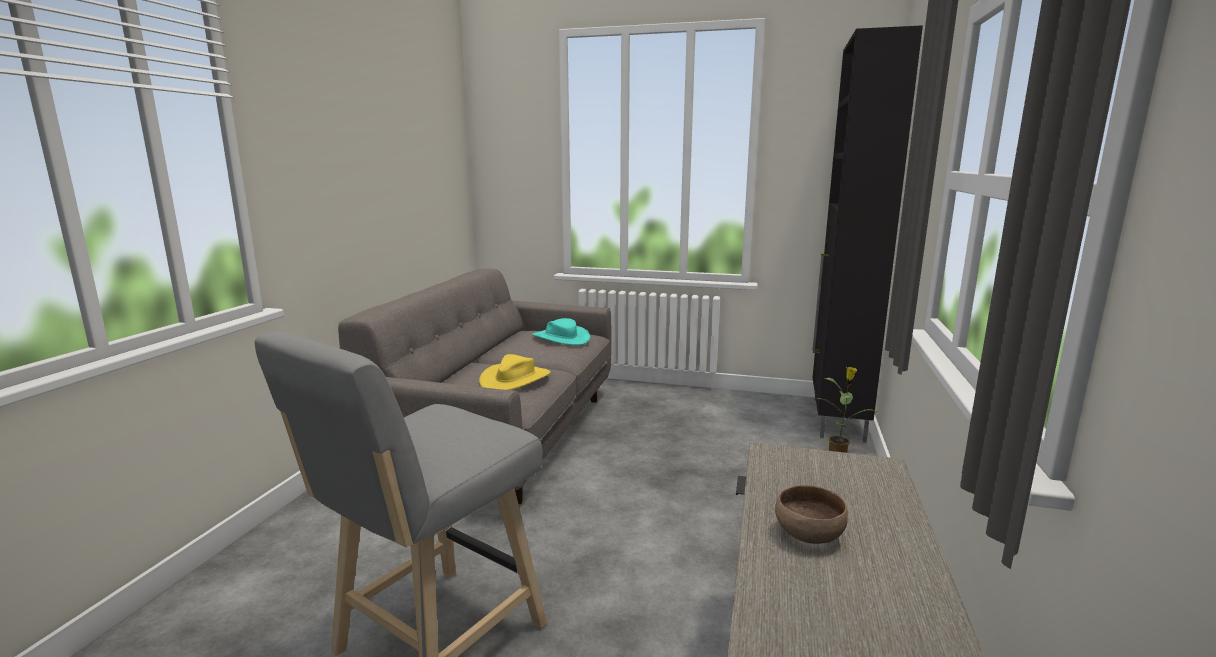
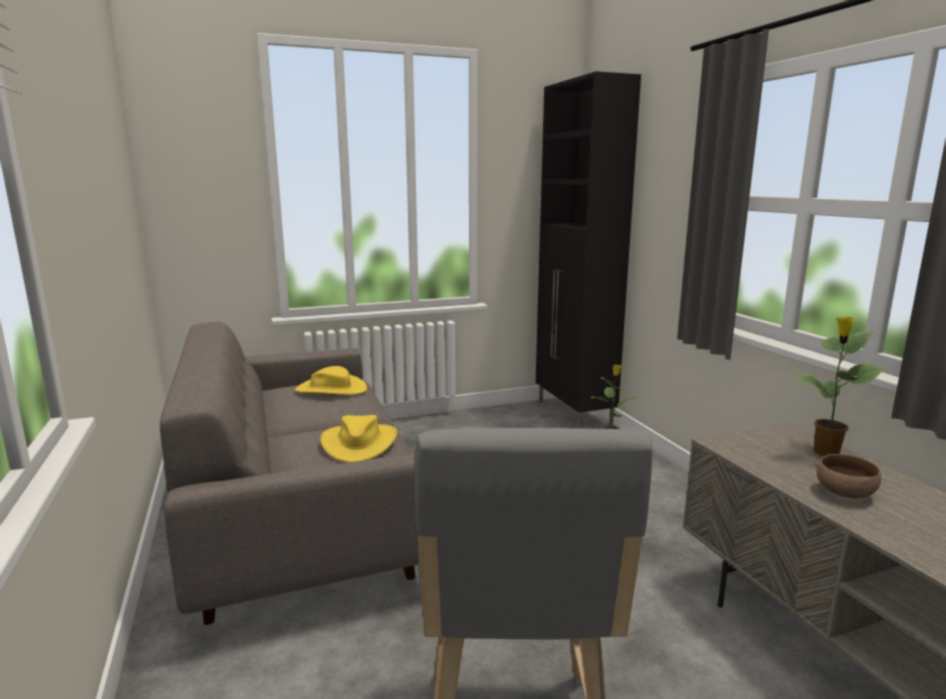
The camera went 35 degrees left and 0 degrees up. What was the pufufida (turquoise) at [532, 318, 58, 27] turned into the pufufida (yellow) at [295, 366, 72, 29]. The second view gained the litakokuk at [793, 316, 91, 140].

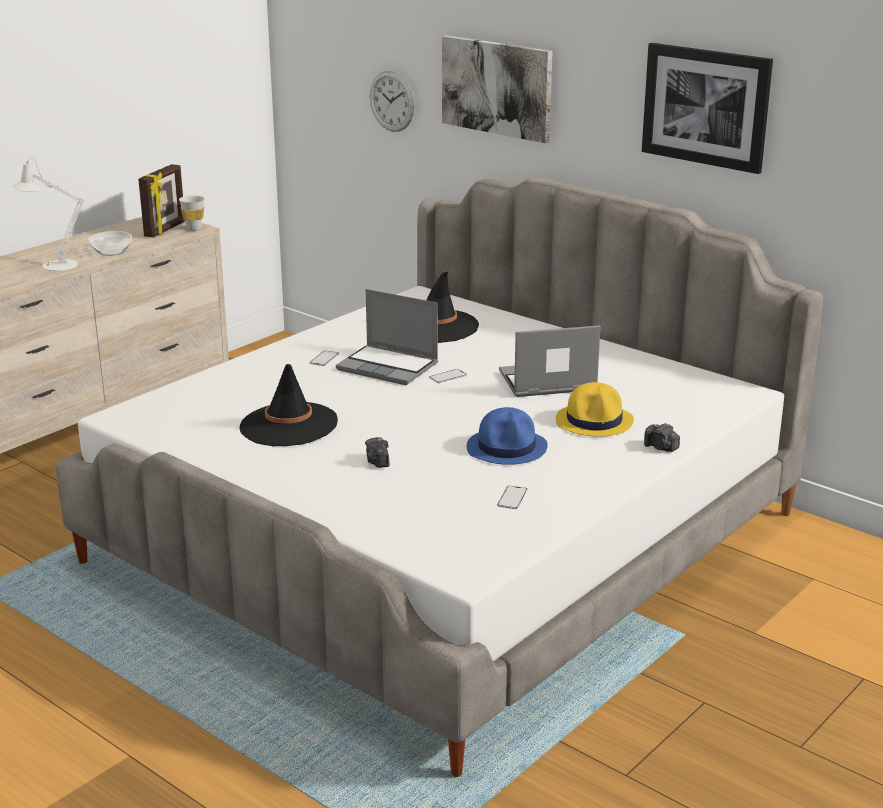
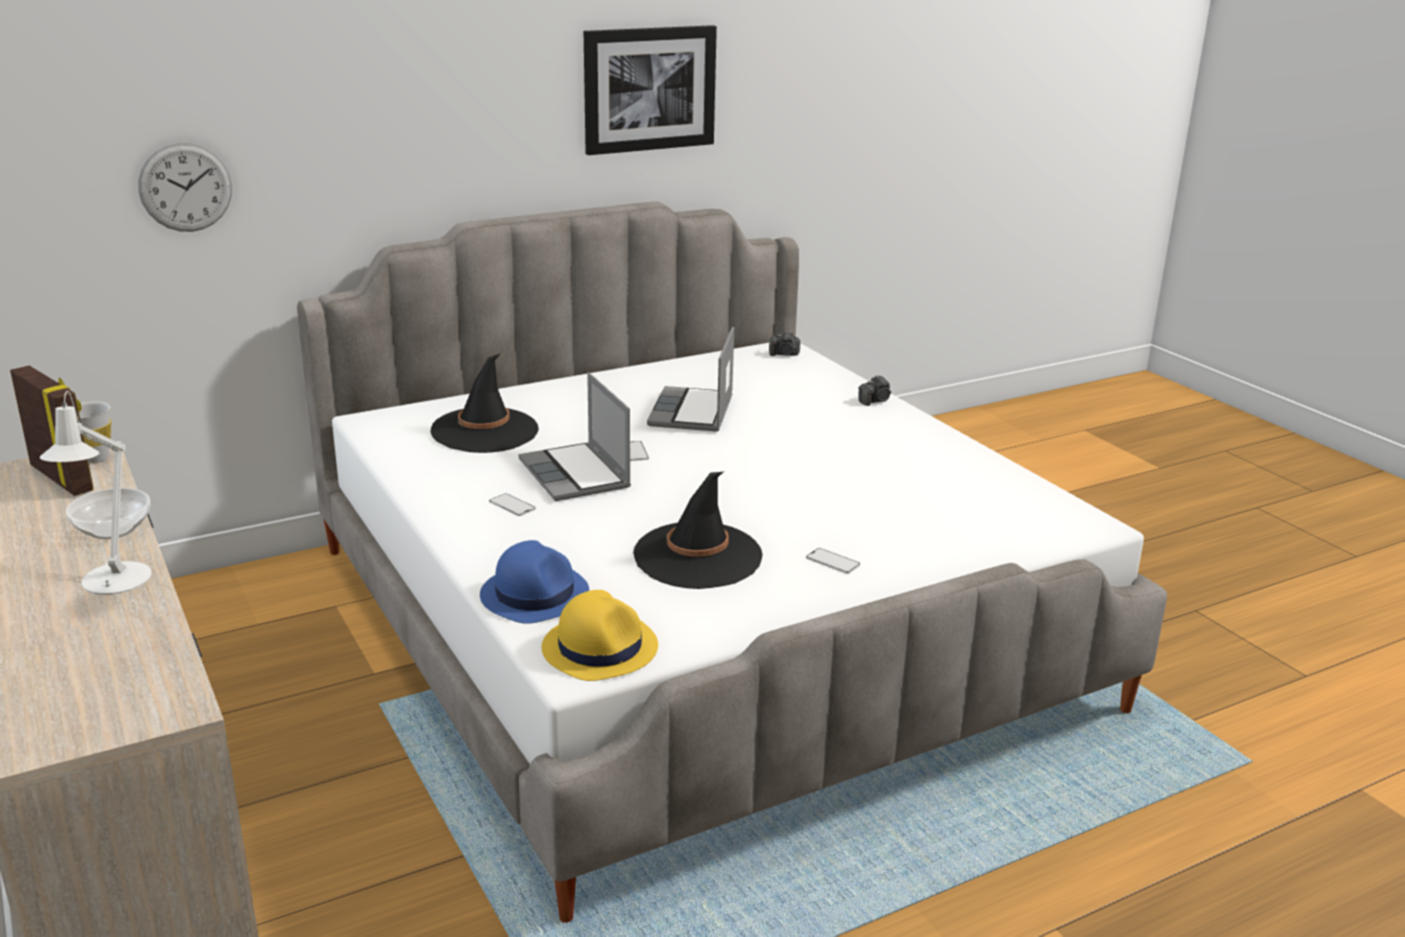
The camera went 70 degrees left and 0 degrees up. The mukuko at [336, 289, 102, 96] ended up facing another way, 105 degrees clockwise from before. The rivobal ended up elsewhere, having gone from [365, 437, 24, 31] to [769, 331, 31, 25]. The second view lost the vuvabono at [442, 35, 111, 108]. The pufufida (blue) ended up elsewhere, having gone from [467, 407, 81, 58] to [480, 540, 109, 84]. The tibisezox ended up elsewhere, having gone from [497, 486, 31, 23] to [806, 548, 54, 26]. The pufufida (yellow) ended up elsewhere, having gone from [556, 382, 78, 55] to [542, 590, 116, 91].

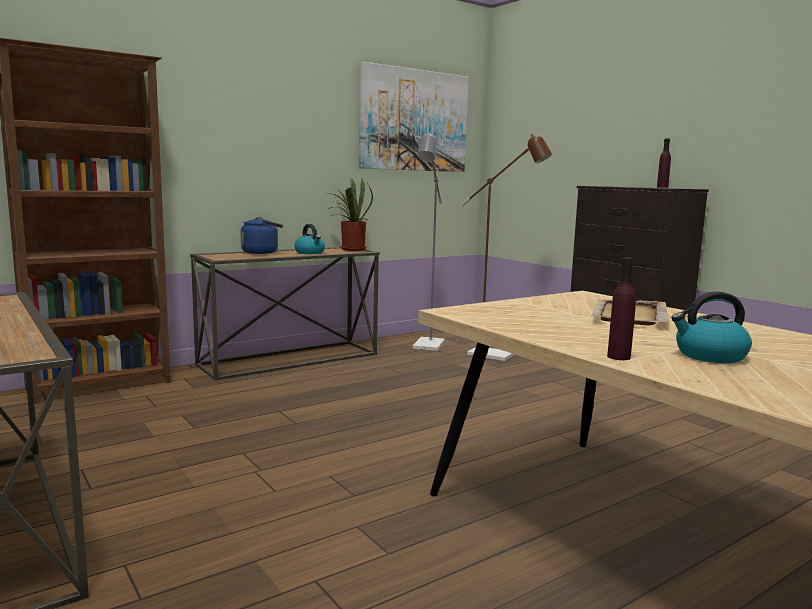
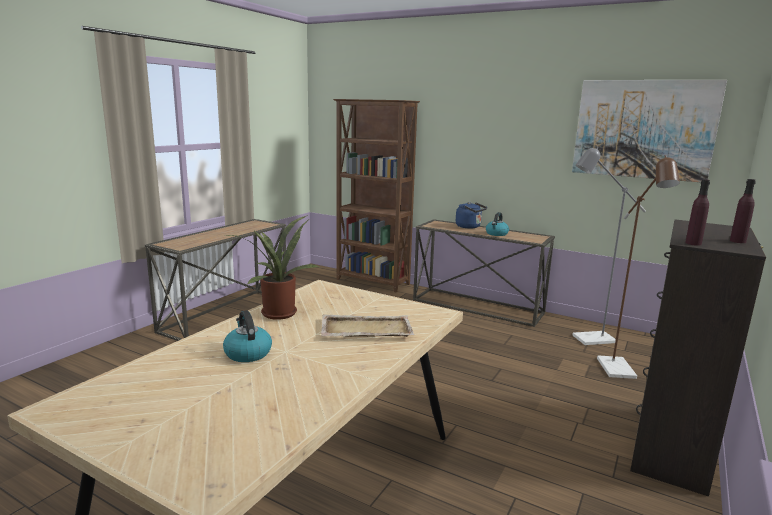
The camera went 65 degrees right and 5 degrees up. The litakokuk ended up elsewhere, having gone from [328, 177, 45, 74] to [224, 215, 97, 105]. The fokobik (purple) ended up elsewhere, having gone from [607, 257, 29, 103] to [685, 179, 25, 67].

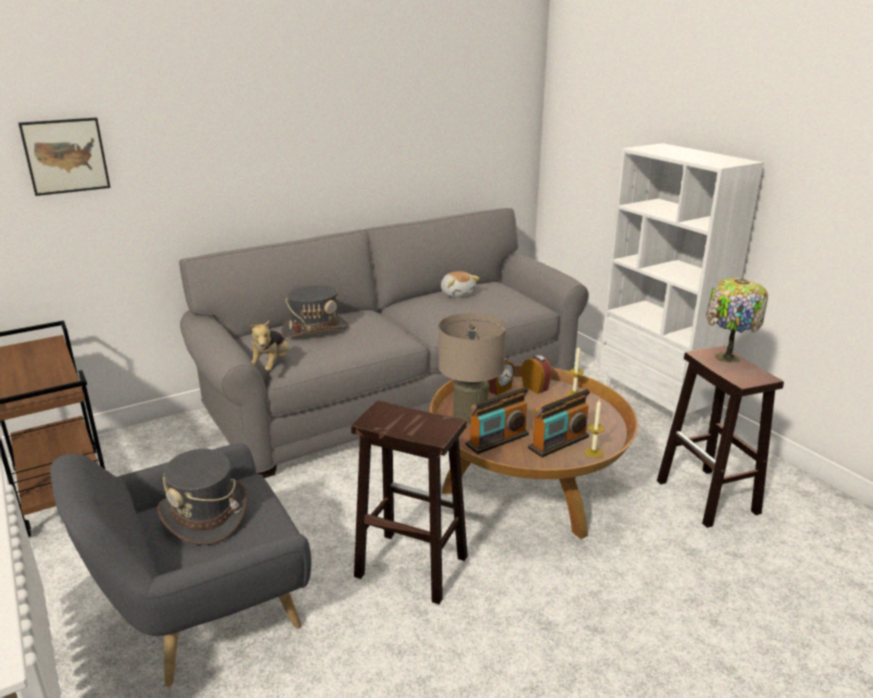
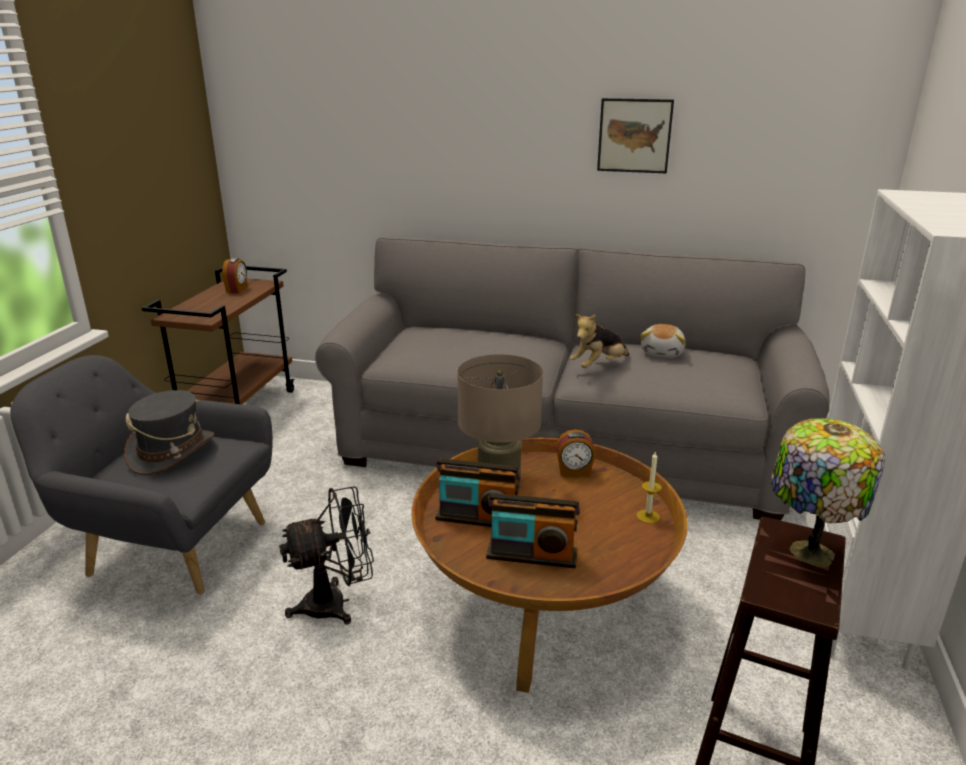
The camera went 45 degrees right and 0 degrees up. The vuvabono ended up elsewhere, having gone from [18, 118, 93, 78] to [597, 98, 77, 75]. The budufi ended up elsewhere, having gone from [250, 320, 39, 51] to [570, 314, 59, 54]. The second view lost the pufufida (grey) at [281, 285, 68, 52]. Where the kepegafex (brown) stood at [351, 400, 117, 204], the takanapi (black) came to stand at [279, 486, 95, 139]. The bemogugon ended up elsewhere, having gone from [522, 355, 30, 39] to [222, 258, 25, 35]. The second view lost the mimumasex at [584, 400, 21, 58].

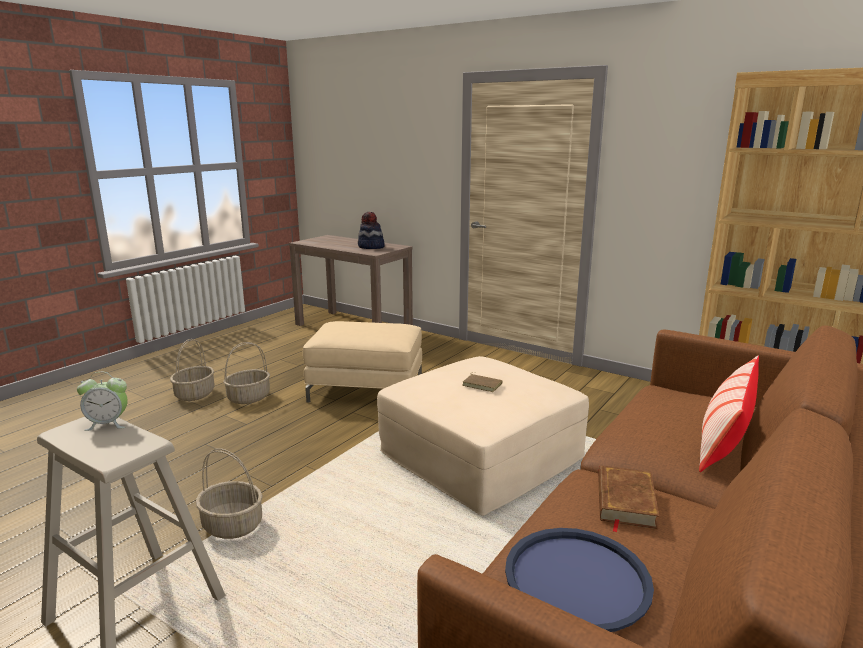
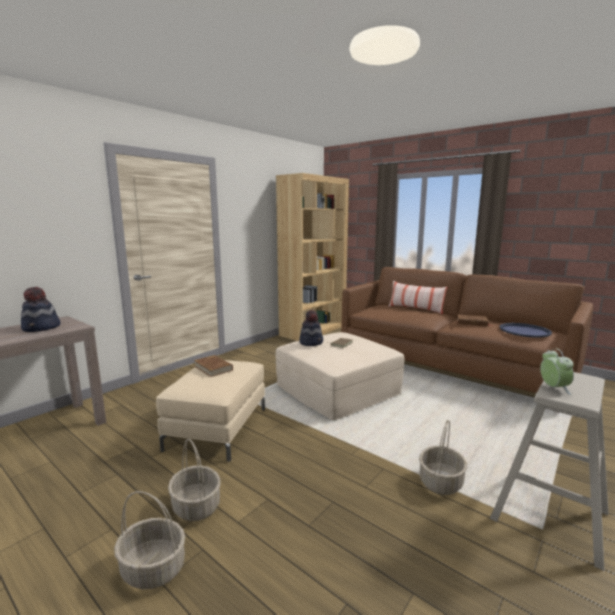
The camera went 85 degrees left and 5 degrees down. The second view gained the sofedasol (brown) at [194, 355, 39, 22]. The second view gained the pufufida at [299, 310, 24, 36].

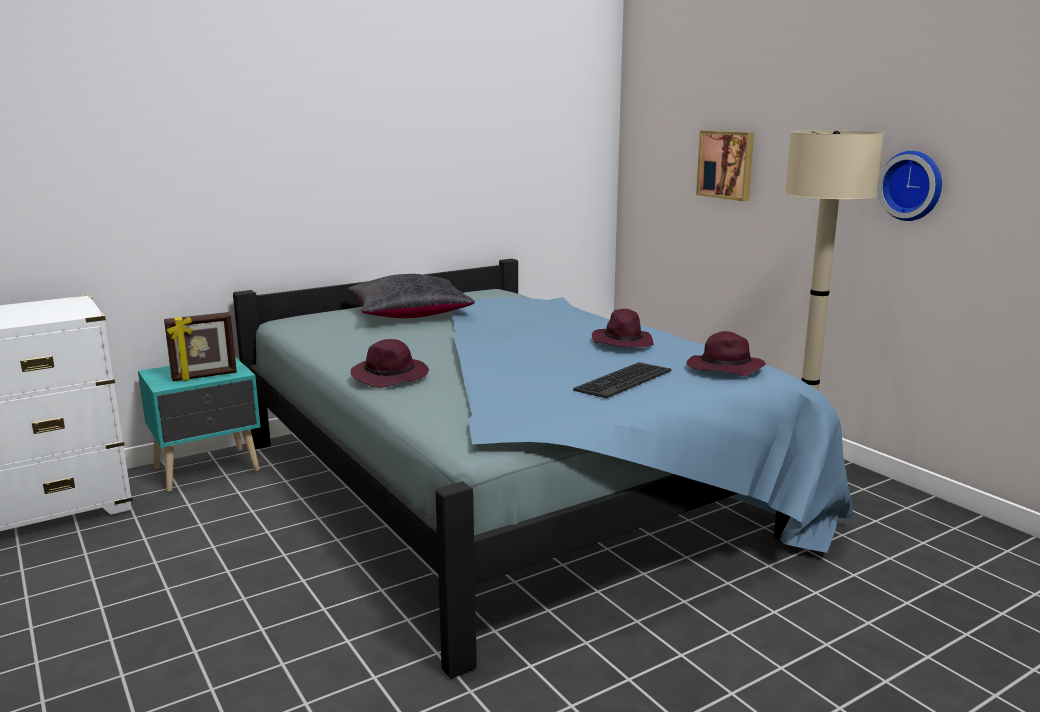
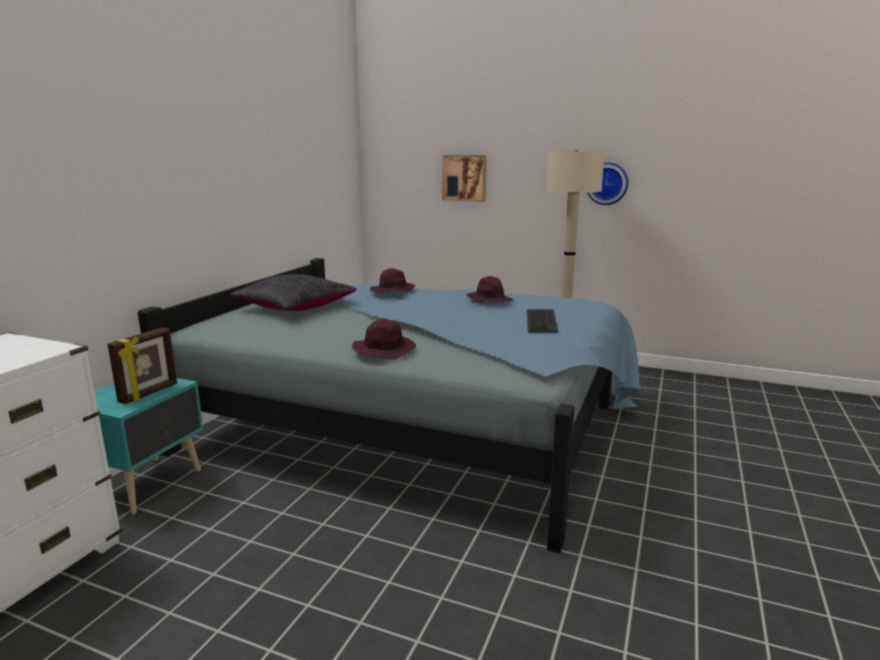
The camera went 35 degrees left and 0 degrees up. The pufufida (purple) ended up elsewhere, having gone from [687, 331, 79, 45] to [370, 269, 45, 24].

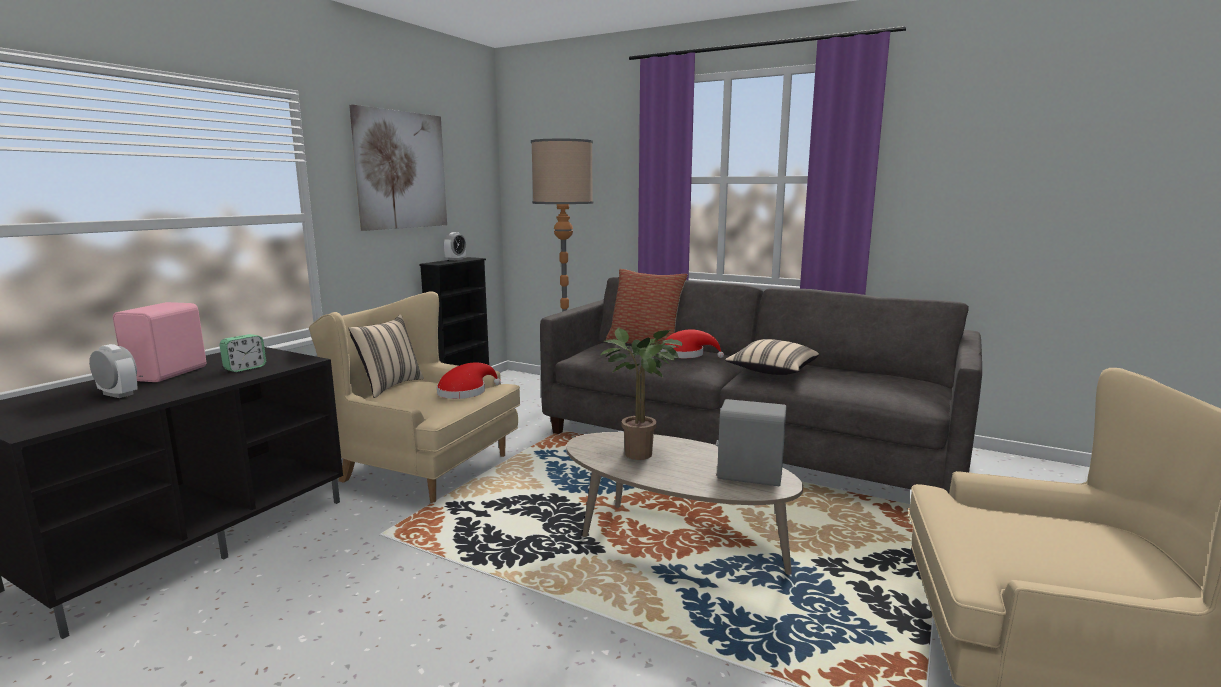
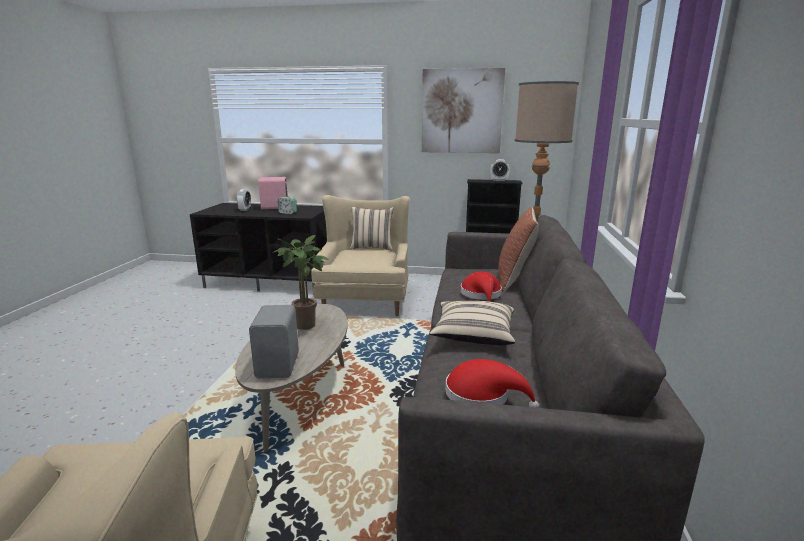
The camera went 70 degrees right and 5 degrees up. The pufufida (red) ended up elsewhere, having gone from [437, 362, 64, 37] to [445, 359, 94, 49].

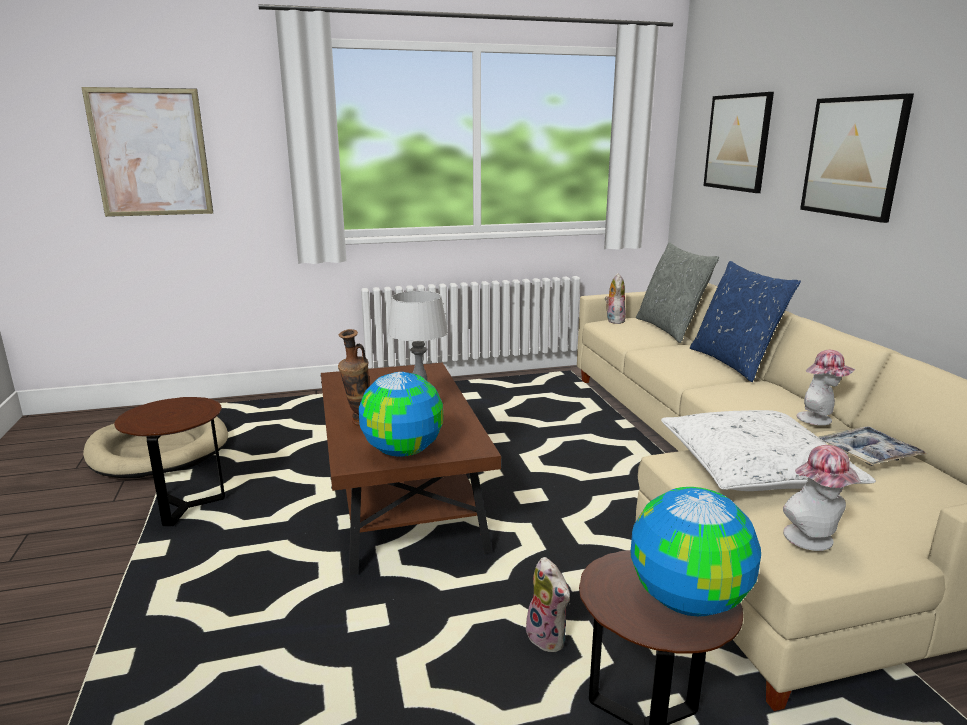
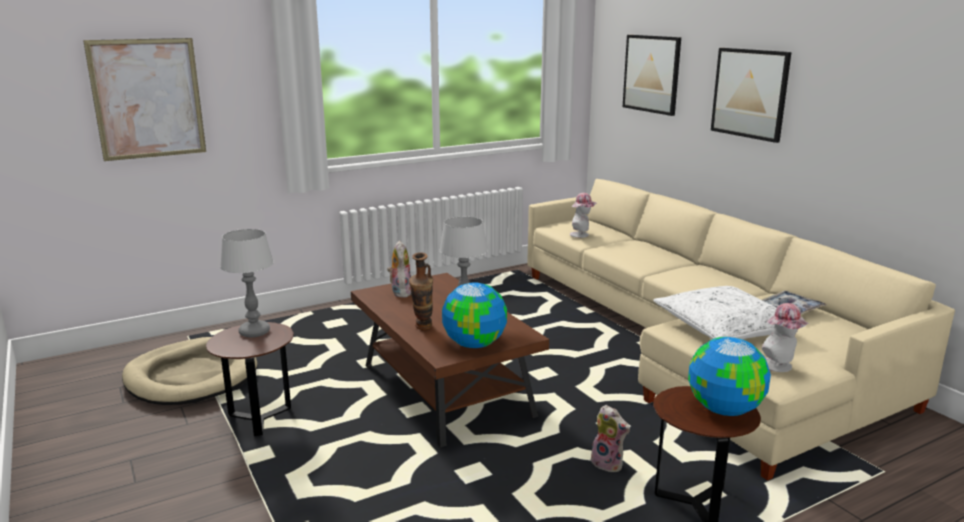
The camera went 15 degrees left and 0 degrees up. The budufi ended up elsewhere, having gone from [605, 273, 21, 51] to [387, 241, 24, 57]. The second view lost the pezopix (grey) at [636, 242, 83, 101]. The second view lost the pezopix (blue) at [690, 261, 111, 121]. The pufufida ended up elsewhere, having gone from [797, 350, 59, 75] to [570, 193, 27, 45]. The second view gained the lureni at [220, 229, 54, 108].

